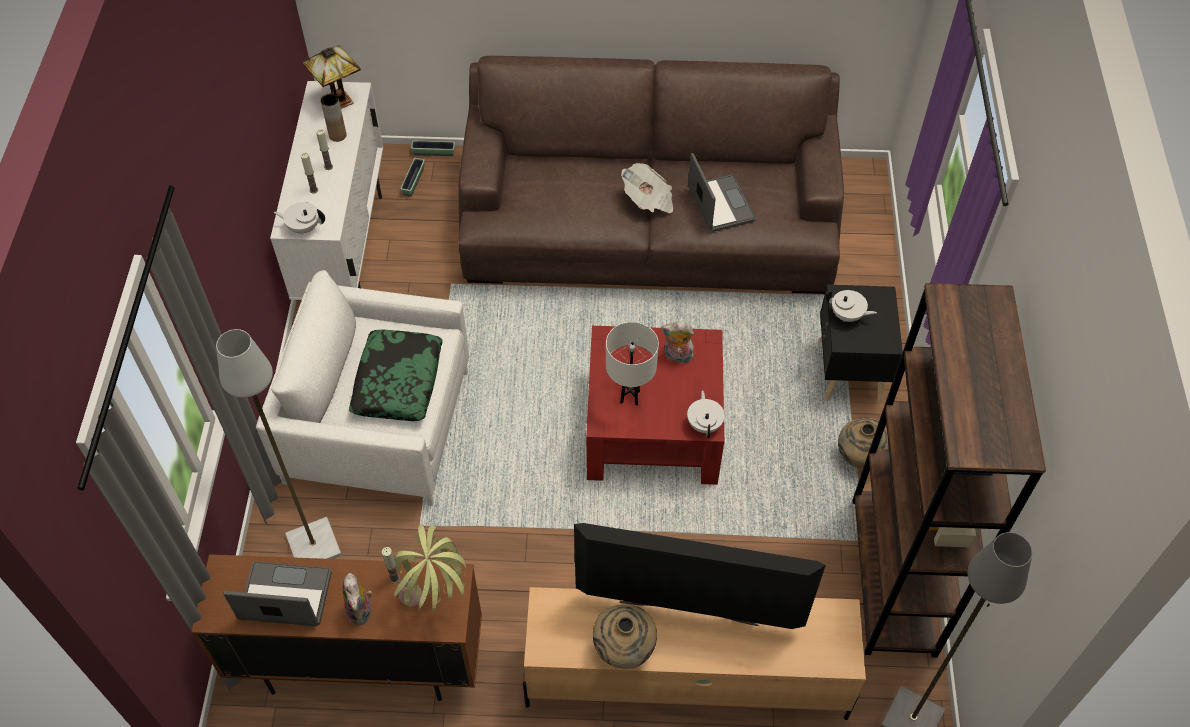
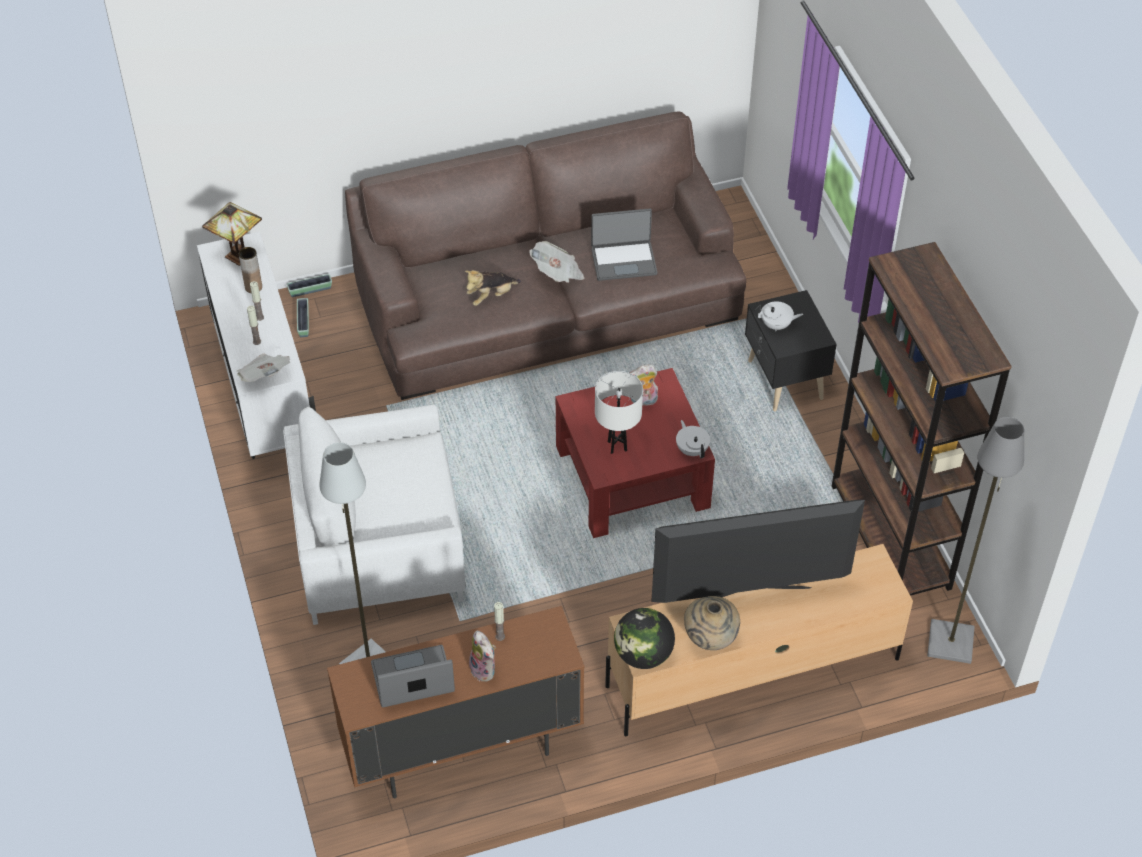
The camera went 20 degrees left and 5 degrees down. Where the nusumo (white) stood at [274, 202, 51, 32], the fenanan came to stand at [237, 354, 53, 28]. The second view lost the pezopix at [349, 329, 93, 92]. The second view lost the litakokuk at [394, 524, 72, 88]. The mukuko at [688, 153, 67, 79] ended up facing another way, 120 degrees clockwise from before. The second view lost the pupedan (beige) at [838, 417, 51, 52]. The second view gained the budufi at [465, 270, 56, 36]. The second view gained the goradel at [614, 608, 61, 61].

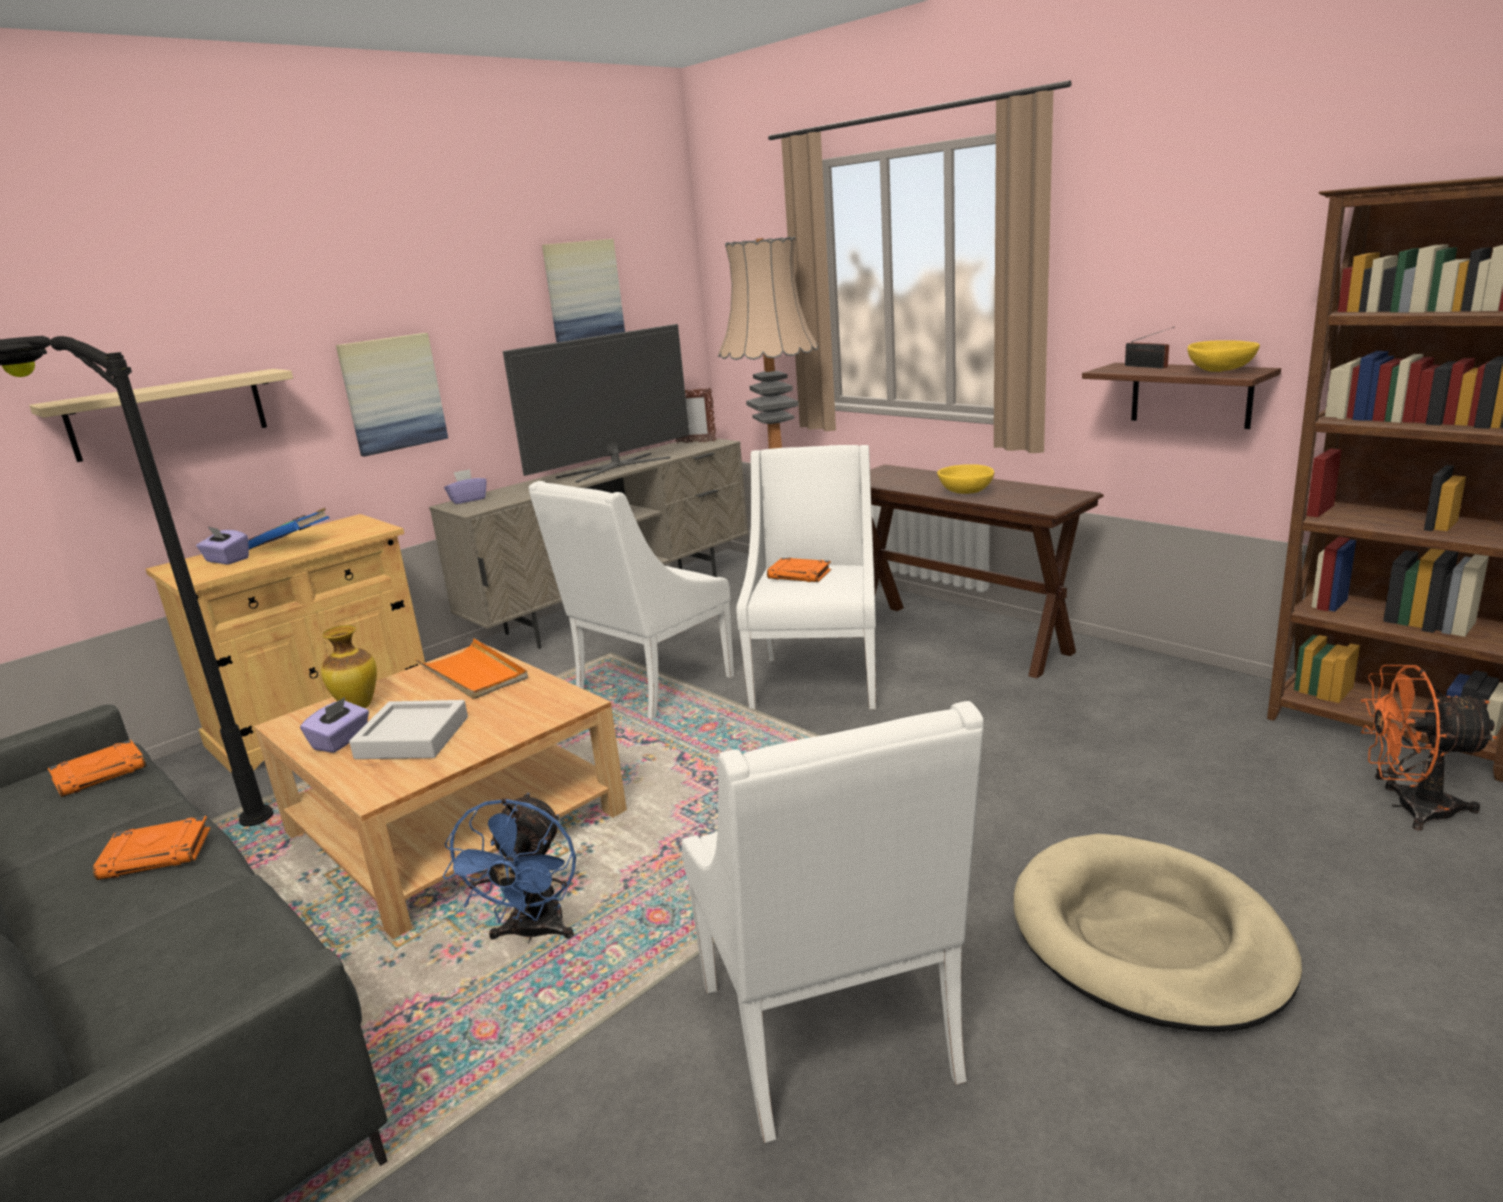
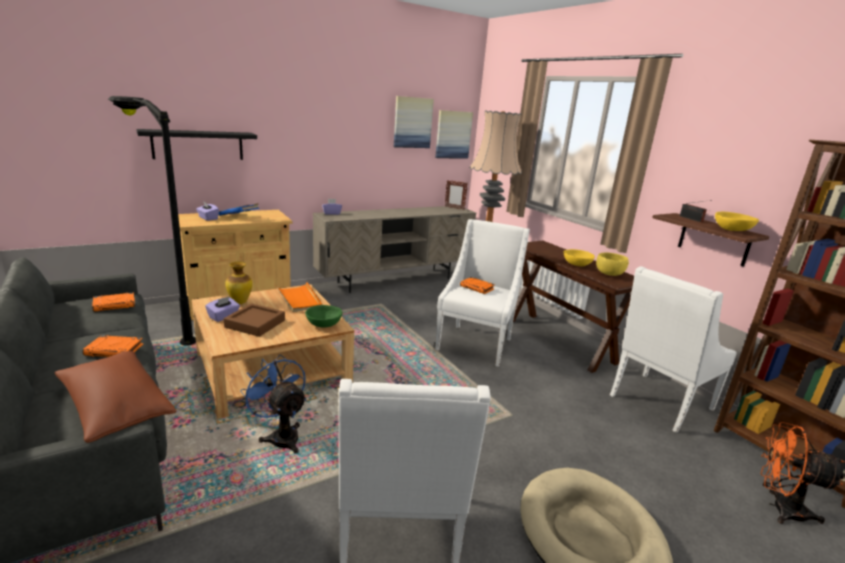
The camera went 10 degrees right and 0 degrees up. What was the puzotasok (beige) at [29, 369, 264, 93] turned into the puzotasok (black) at [136, 129, 121, 31]. The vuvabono ended up elsewhere, having gone from [336, 333, 112, 124] to [435, 110, 38, 49]. What was the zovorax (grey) at [349, 700, 119, 59] turned into the zovorax (brown) at [224, 303, 61, 34]. The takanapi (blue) at [442, 793, 134, 150] ended up facing another way, 120 degrees clockwise from before. The second view lost the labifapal at [503, 324, 187, 158]. The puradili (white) ended up elsewhere, having gone from [529, 481, 205, 238] to [610, 266, 127, 167]. The second view gained the pezopix (brown) at [54, 351, 123, 92]. The second view gained the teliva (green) at [305, 305, 37, 23]. The second view gained the teliva (yellow) at [596, 252, 33, 24].

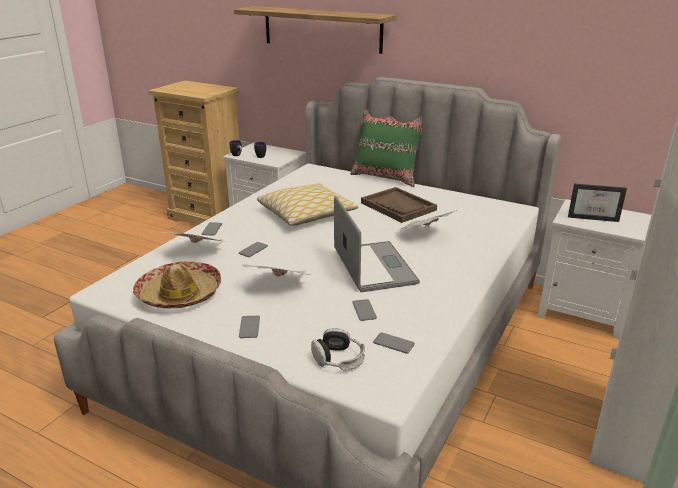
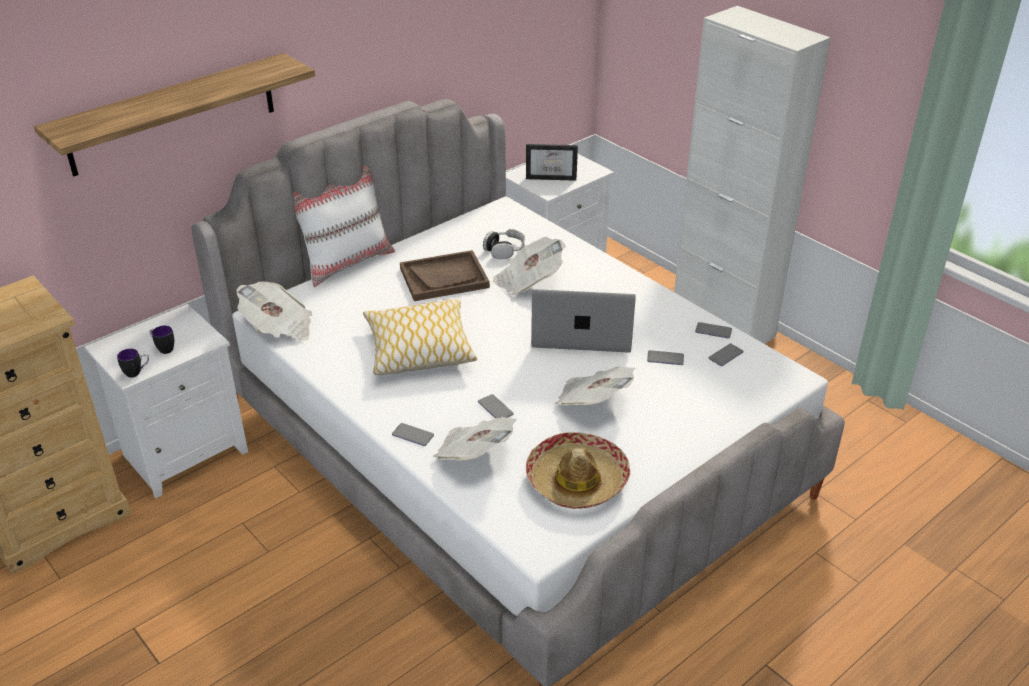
The camera went 70 degrees left and 10 degrees up. The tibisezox ended up elsewhere, having gone from [239, 316, 21, 22] to [695, 322, 37, 16]. The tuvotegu ended up elsewhere, having gone from [311, 328, 54, 42] to [483, 229, 42, 30]. What was the pezopix (green) at [351, 109, 72, 78] turned into the pezopix (white) at [294, 166, 101, 121]. The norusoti at [568, 184, 59, 38] ended up facing another way, 60 degrees clockwise from before. The second view gained the fenanan at [236, 282, 76, 59].

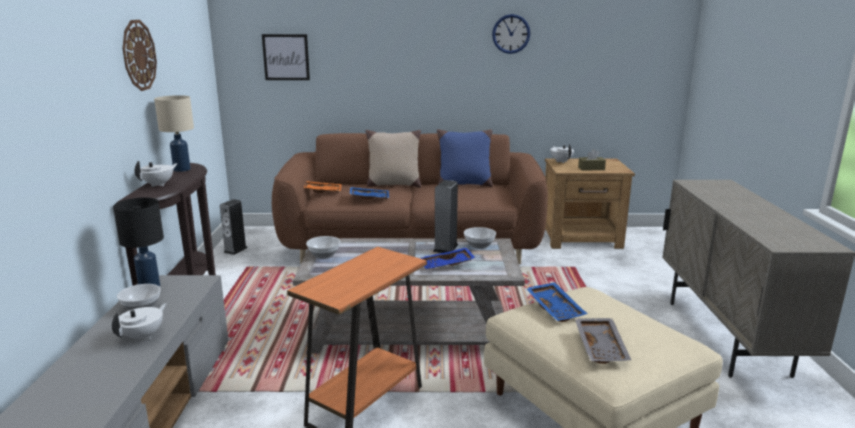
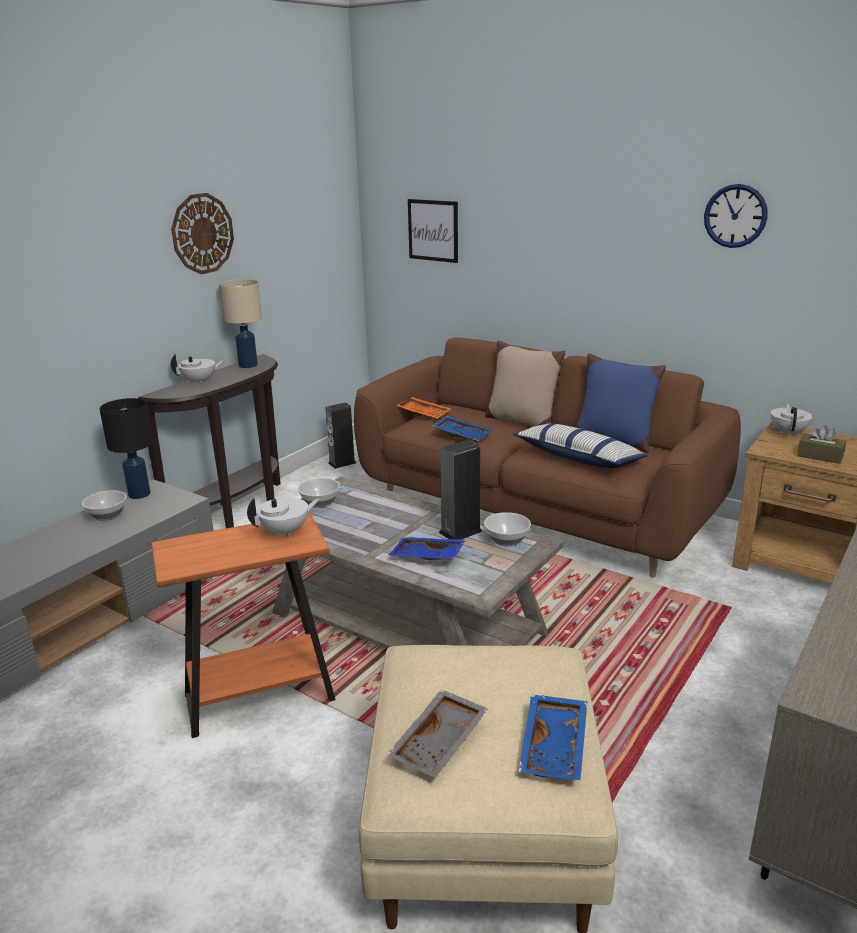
The camera went 35 degrees right and 5 degrees up. The nusumo (white) ended up elsewhere, having gone from [112, 303, 55, 39] to [247, 497, 73, 41]. The zovorax (blue) ended up elsewhere, having gone from [526, 282, 61, 40] to [519, 694, 68, 86]. The second view gained the pezopix at [513, 424, 135, 44].

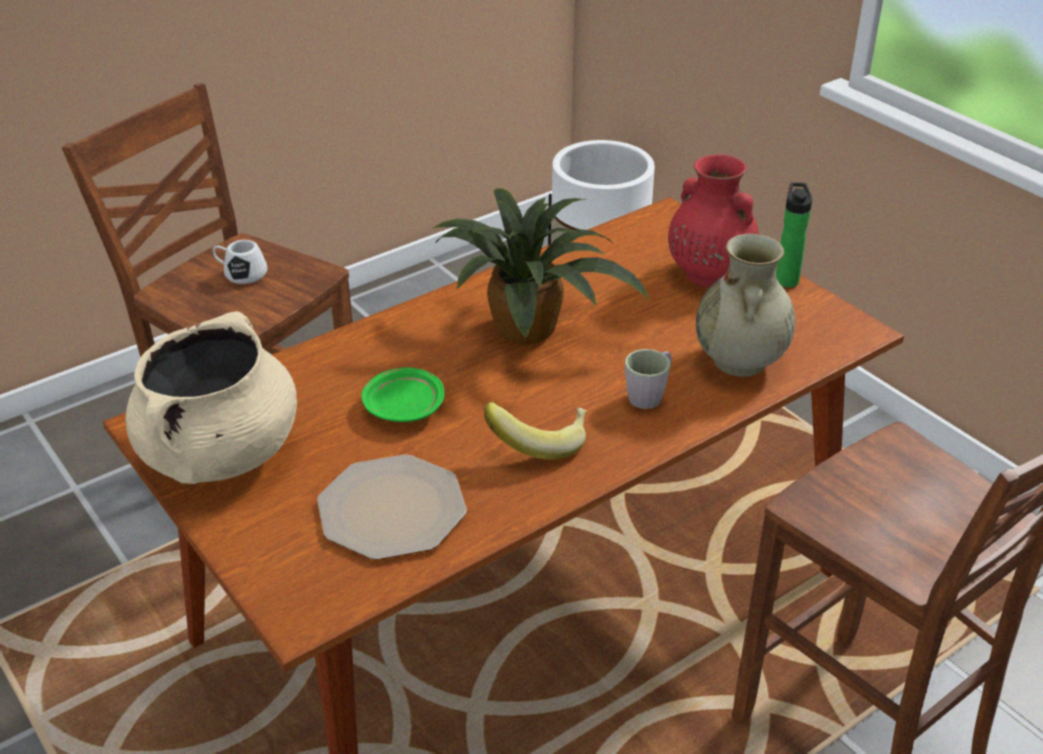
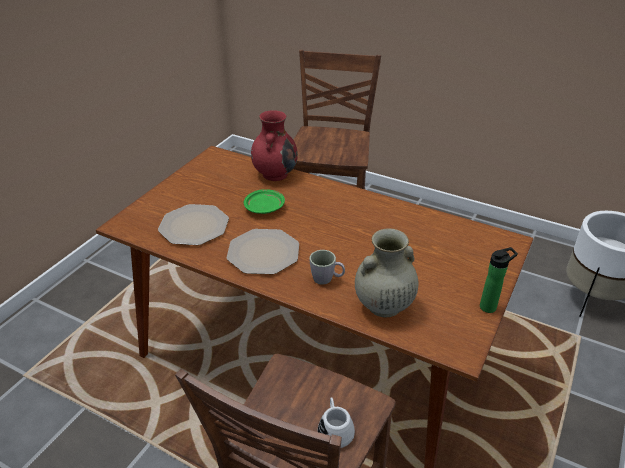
The camera went 65 degrees right and 0 degrees up. The second view lost the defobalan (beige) at [126, 311, 171, 173]. The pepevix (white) ended up elsewhere, having gone from [213, 240, 54, 44] to [318, 397, 37, 51]. The second view lost the litakokuk at [433, 188, 217, 156]. Where the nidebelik stood at [484, 402, 104, 58], the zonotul came to stand at [227, 229, 72, 45]. The pupedan (red) ended up elsewhere, having gone from [668, 155, 91, 133] to [251, 110, 47, 71].

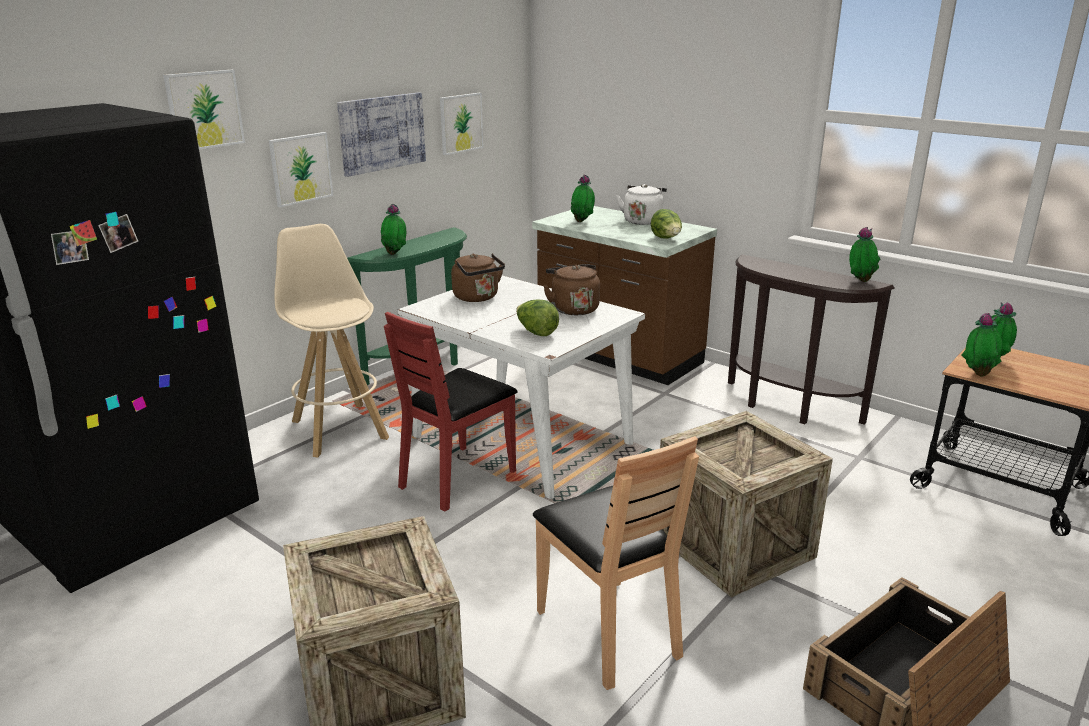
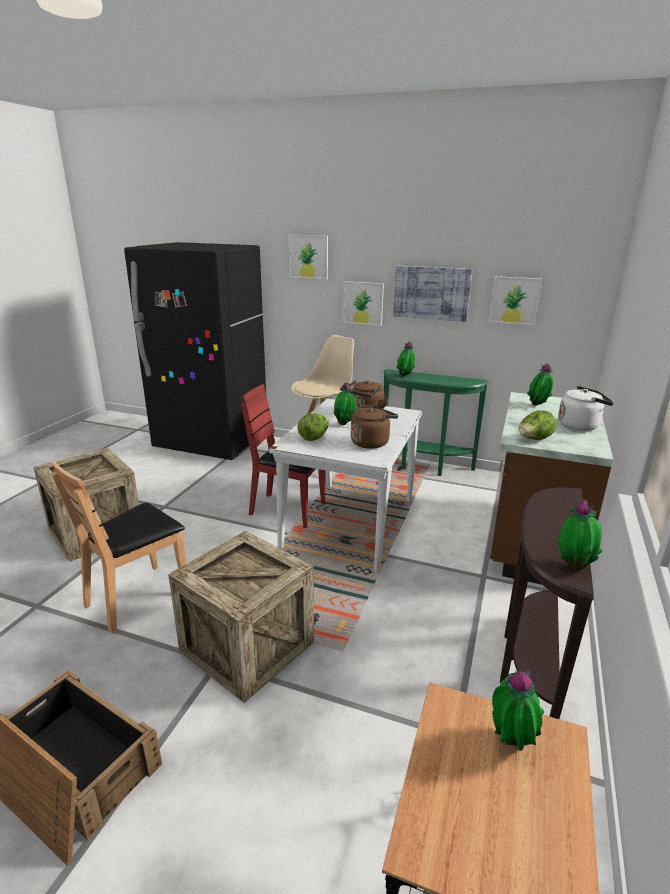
The camera went 70 degrees right and 0 degrees up. The litakokuk ended up elsewhere, having gone from [962, 313, 40, 64] to [334, 382, 22, 43].

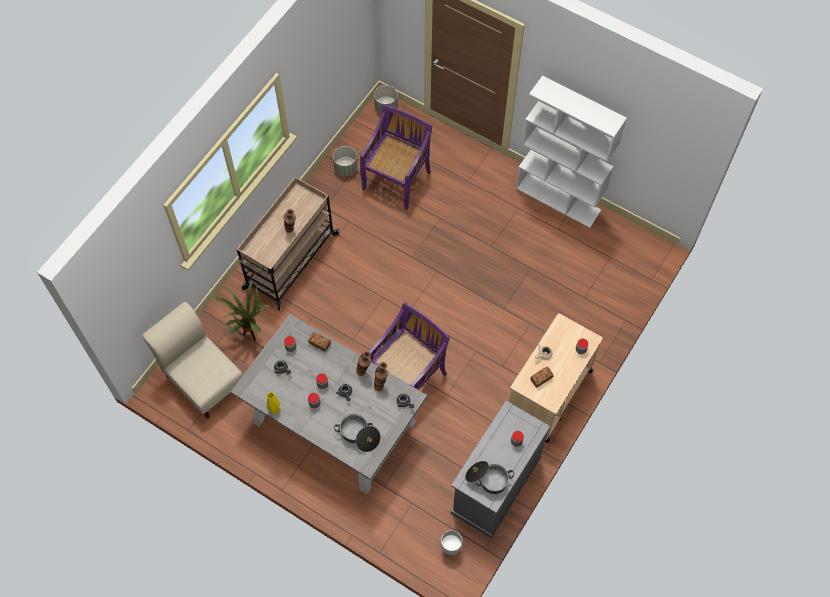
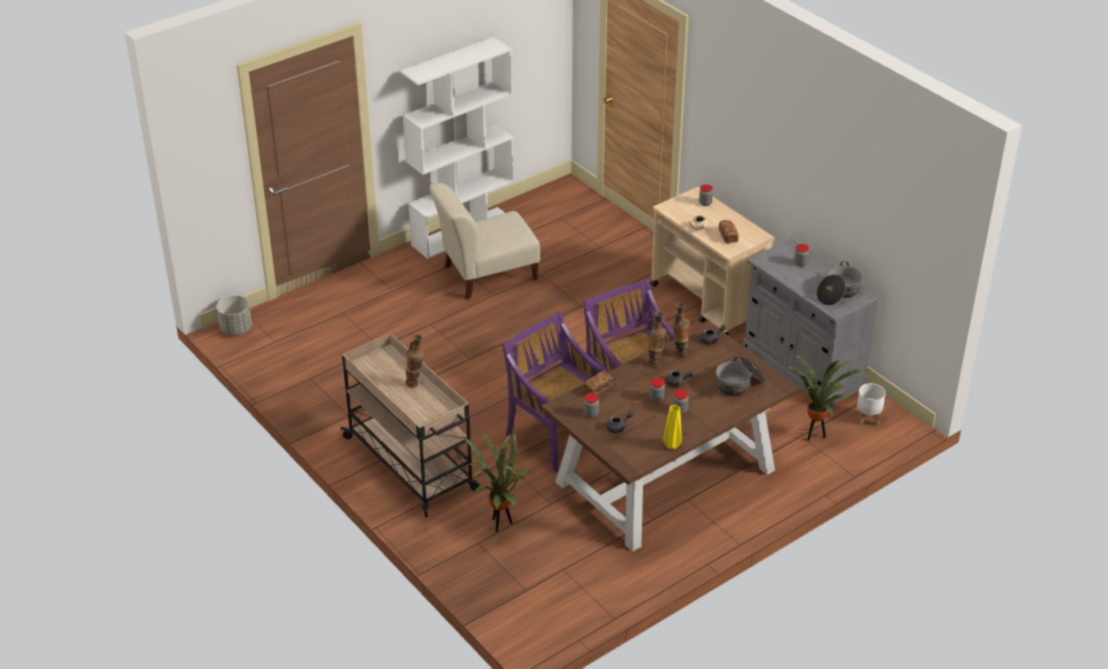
The camera went 70 degrees left and 25 degrees down. The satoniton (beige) ended up elsewhere, having gone from [142, 302, 101, 117] to [429, 183, 111, 116]. What was the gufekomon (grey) at [230, 314, 197, 180] turned into the gufekomon (brown) at [541, 322, 258, 230]. The second view lost the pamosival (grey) at [333, 146, 25, 30]. The satoniton (purple) ended up elsewhere, having gone from [360, 104, 73, 106] to [502, 312, 107, 161]. The second view gained the litakokuk at [787, 355, 83, 86].

